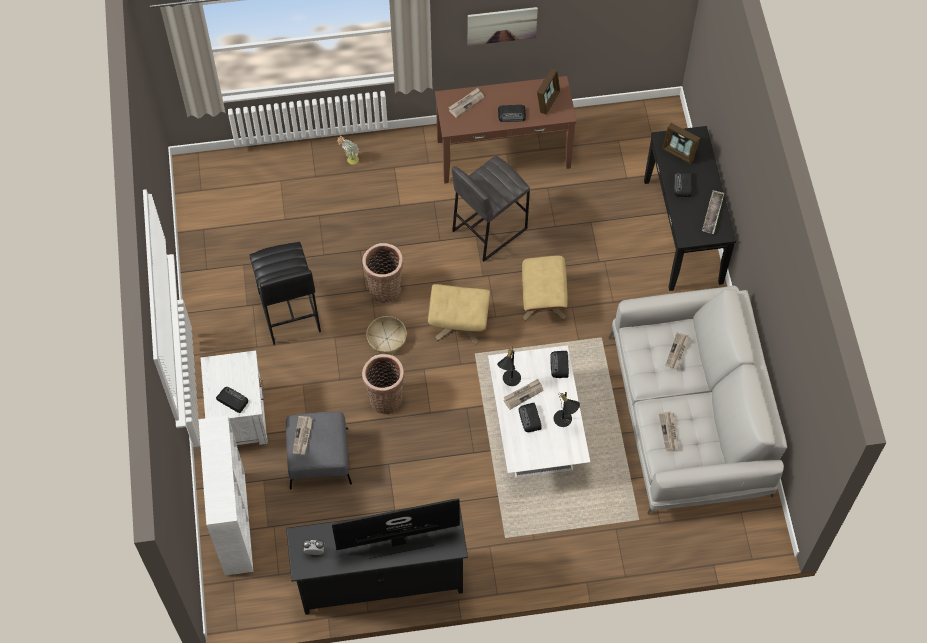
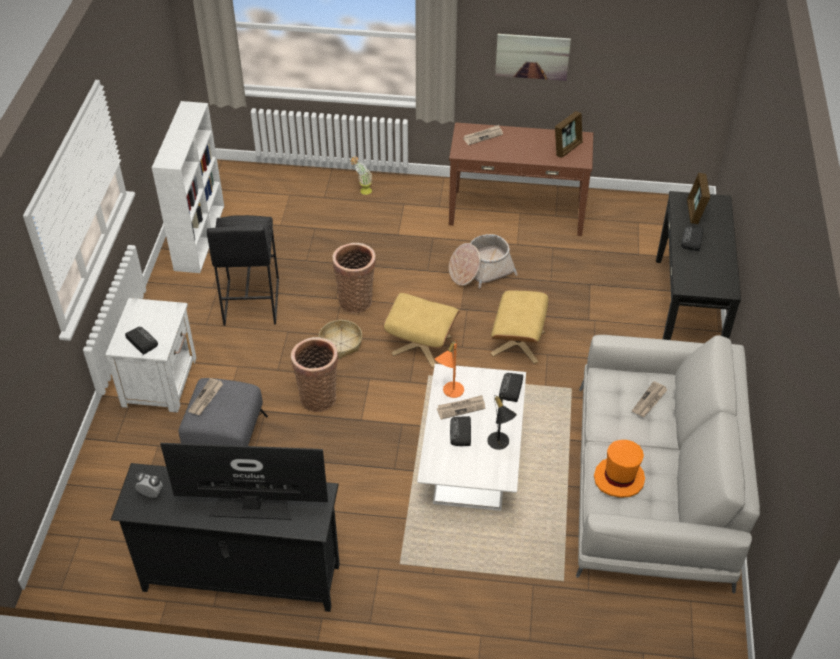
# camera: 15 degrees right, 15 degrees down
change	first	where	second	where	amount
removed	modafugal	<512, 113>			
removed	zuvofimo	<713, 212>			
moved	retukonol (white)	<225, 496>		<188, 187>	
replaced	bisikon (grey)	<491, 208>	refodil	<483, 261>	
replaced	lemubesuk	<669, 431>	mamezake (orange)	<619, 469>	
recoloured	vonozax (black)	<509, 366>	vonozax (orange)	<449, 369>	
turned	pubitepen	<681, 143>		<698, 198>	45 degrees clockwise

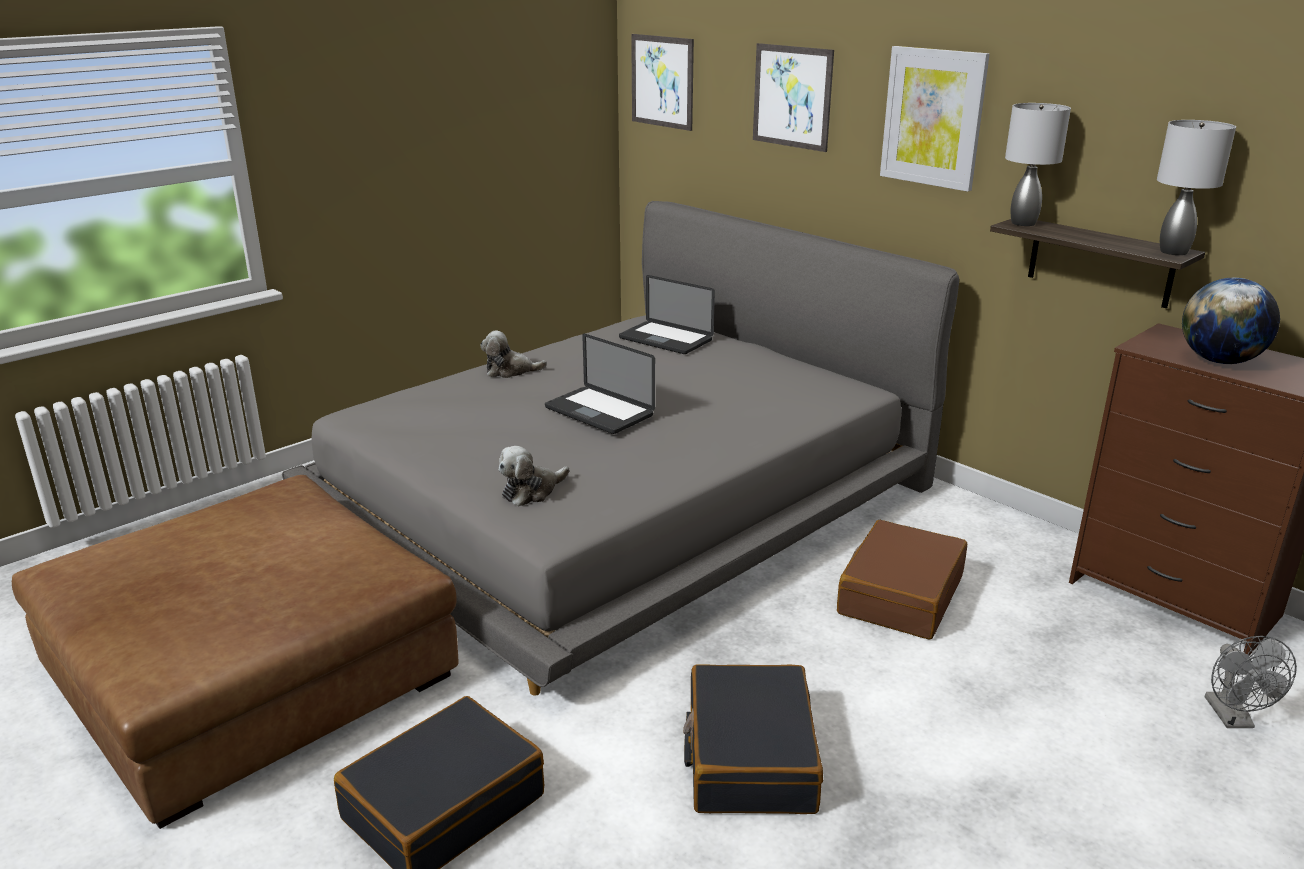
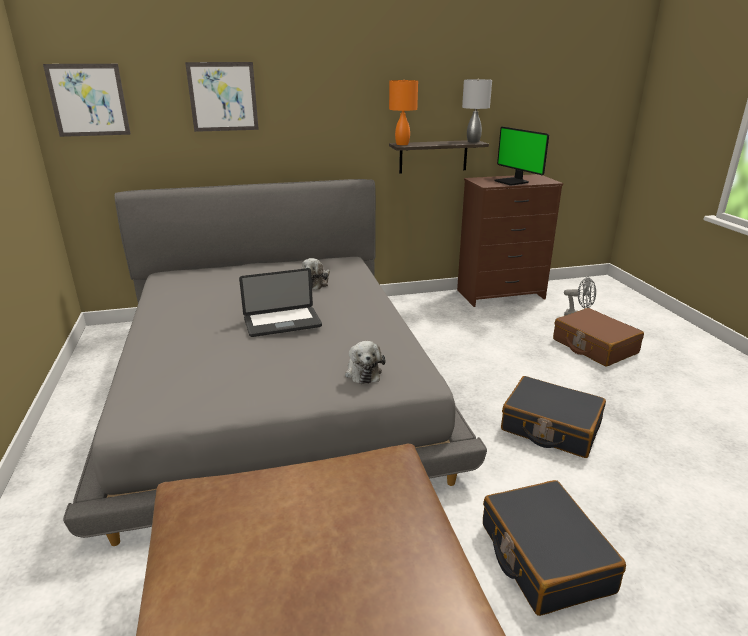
# camera: 60 degrees left, 0 degrees up
change	first	where	second	where	amount
removed	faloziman	<667, 314>			
removed	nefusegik	<935, 119>			
moved	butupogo	<513, 354>		<316, 274>	
moved	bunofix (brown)	<902, 580>		<598, 337>	
replaced	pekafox	<1231, 321>	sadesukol	<522, 156>	
recoloured	vonozax (grey)	<1038, 164>	vonozax (orange)	<403, 112>	

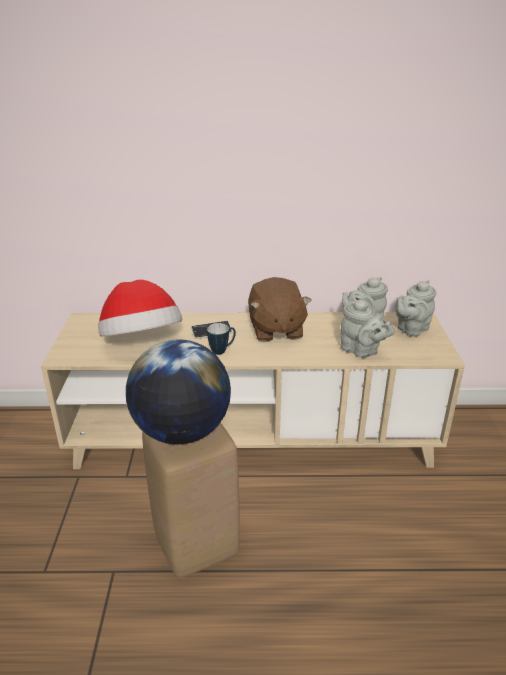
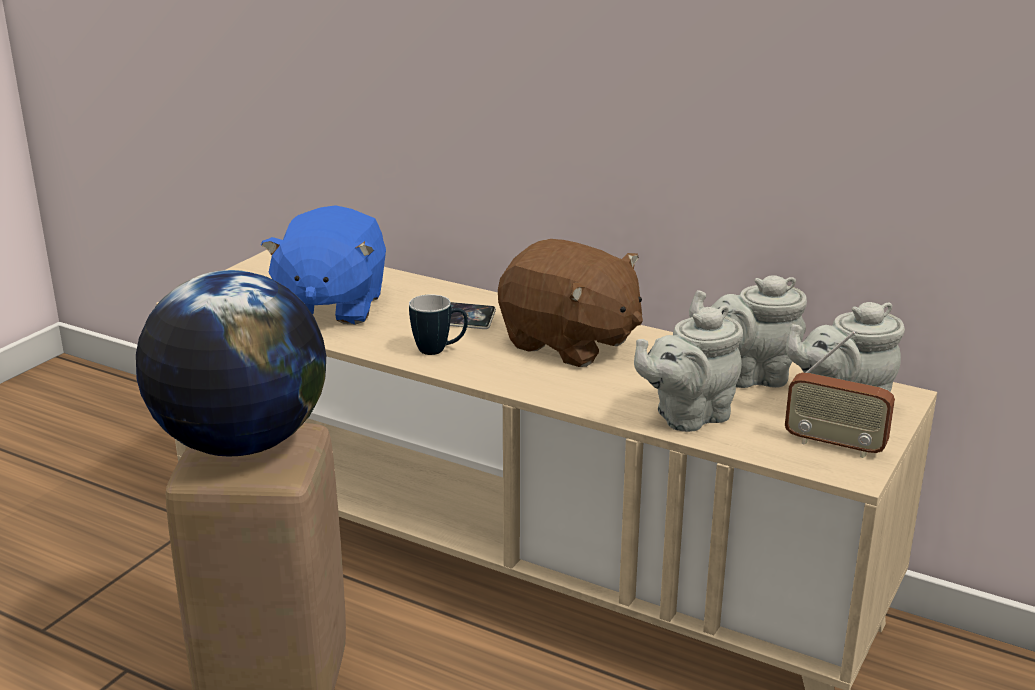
# camera: 30 degrees right, 5 degrees down
change	first	where	second	where	amount
added			modafugal	<840, 394>	
replaced	mamezake	<140, 308>	butupogo (blue)	<323, 265>	
turned	butupogo (brown)	<280, 309>		<570, 303>	75 degrees counterclockwise
turned	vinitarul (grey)	<367, 328>		<688, 368>	75 degrees clockwise

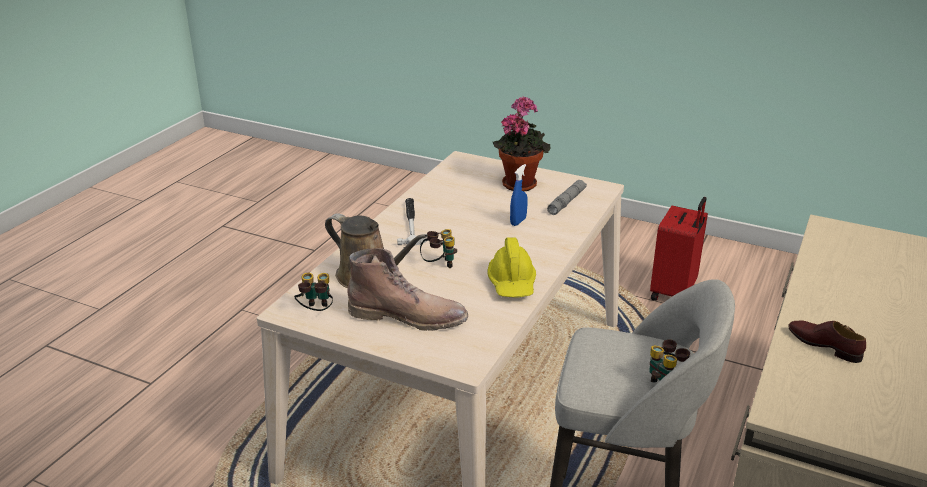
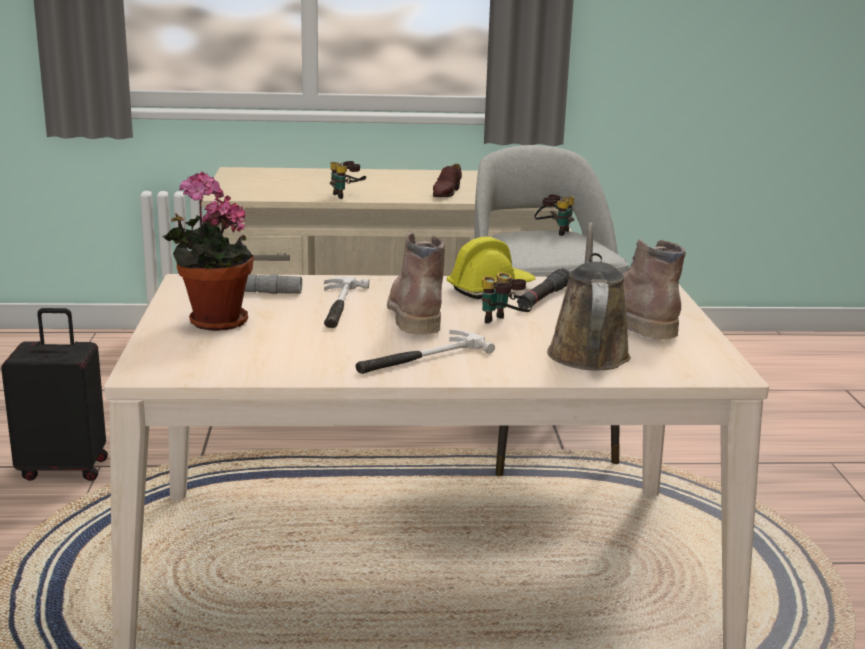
# camera: 120 degrees left, 10 degrees down
change	first	where	second	where	amount
added			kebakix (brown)	<416, 284>	
added			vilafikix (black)	<543, 288>	
moved	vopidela	<313, 292>		<348, 180>	
replaced	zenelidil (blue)	<519, 195>	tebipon	<346, 302>	
recoloured	bunofix (red)	<679, 249>	bunofix (black)	<54, 394>	

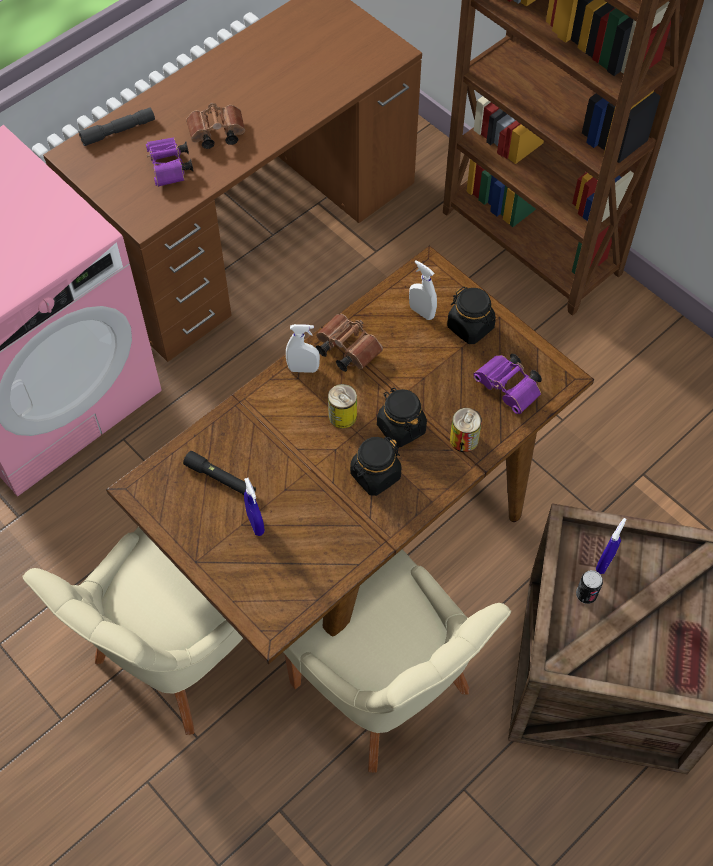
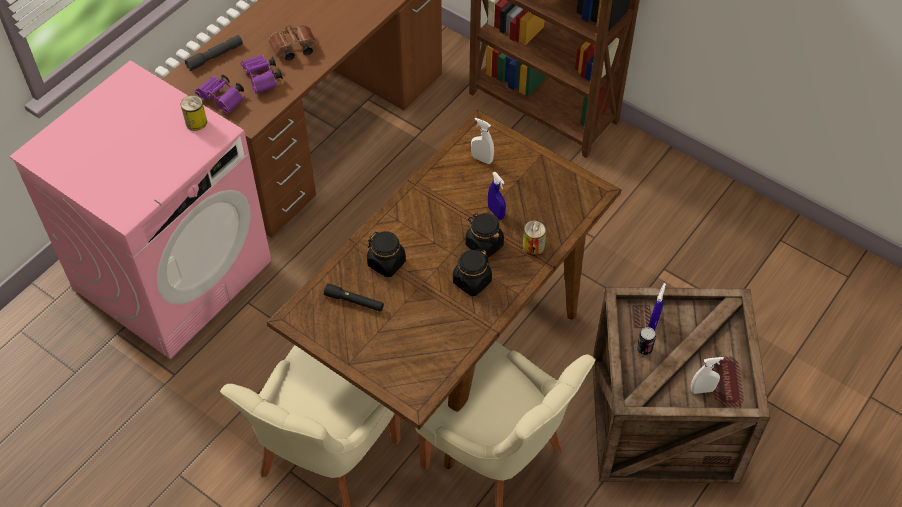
# camera: 10 degrees left, 5 degrees down
change	first	where	second	where	amount
removed	vopidela (brown)	<349, 343>			
moved	zenelidil (blue)	<254, 507>		<497, 196>	
moved	zenelidil (white)	<303, 348>		<707, 375>	
moved	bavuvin	<342, 406>		<194, 113>	
moved	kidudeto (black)	<471, 315>		<386, 254>	
moved	vopidela (purple)	<507, 384>		<219, 94>	

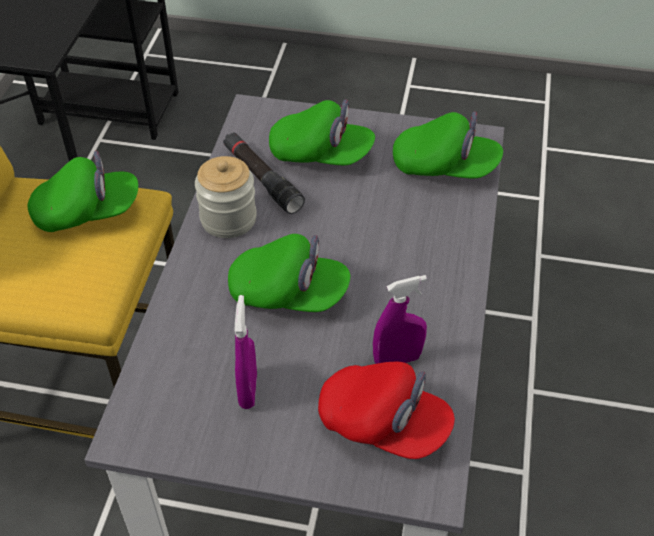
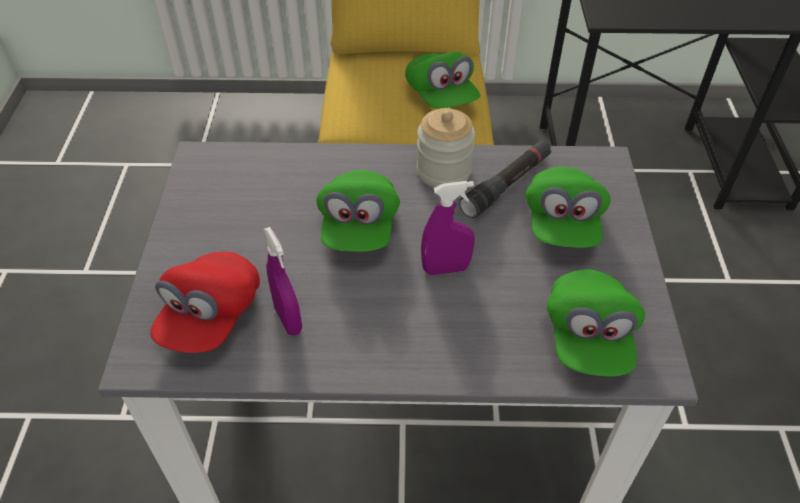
# camera: 80 degrees right, 0 degrees up
change	first	where	second	where	amount
moved	zenelidil (purple)	<246, 352>		<448, 228>	

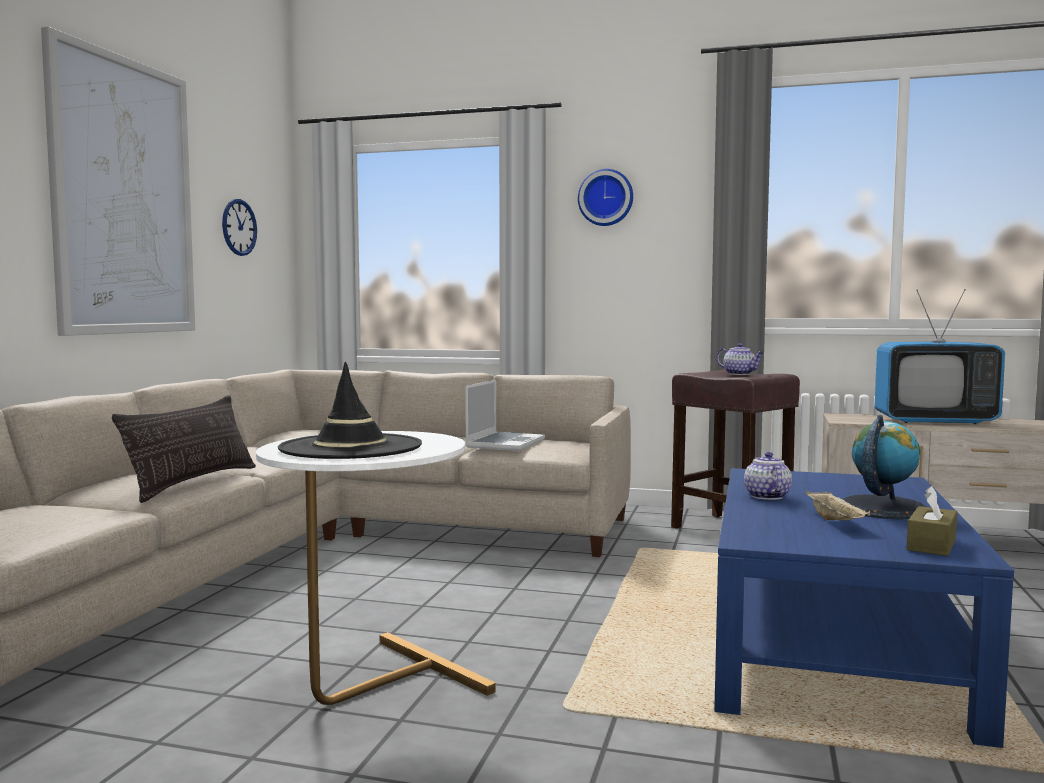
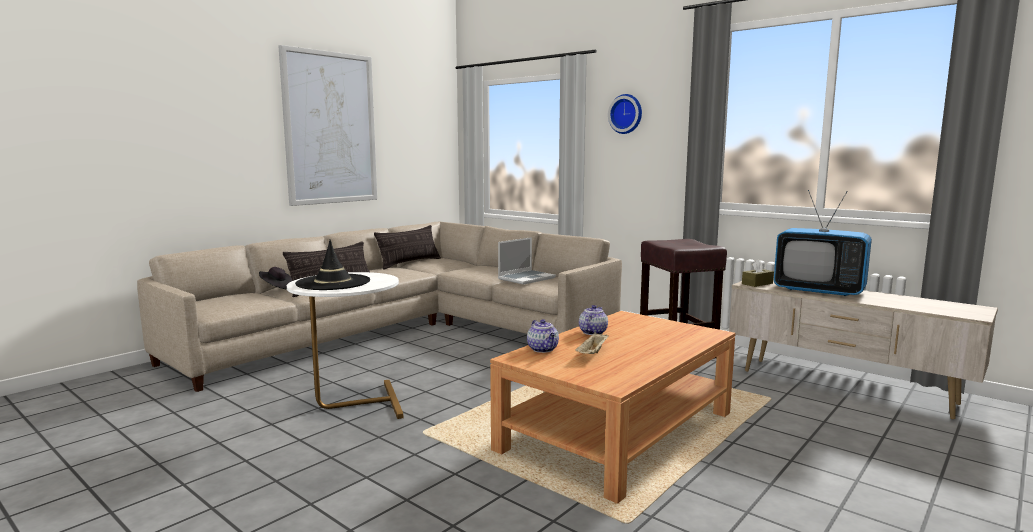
# camera: 25 degrees right, 5 degrees up
change	first	where	second	where	amount
removed	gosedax	<239, 227>			
removed	pekafox	<885, 467>			
added			mamezake (black)	<275, 278>	
added			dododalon	<407, 247>	
moved	vinitarul	<740, 359>		<543, 336>	
moved	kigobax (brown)	<932, 521>		<758, 273>	
recoloured	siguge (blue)	<864, 608>	siguge (brown)	<613, 407>	

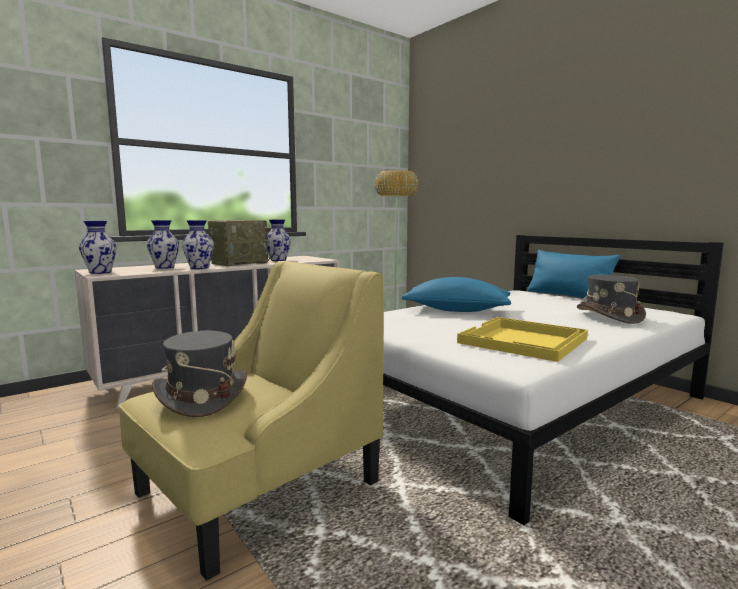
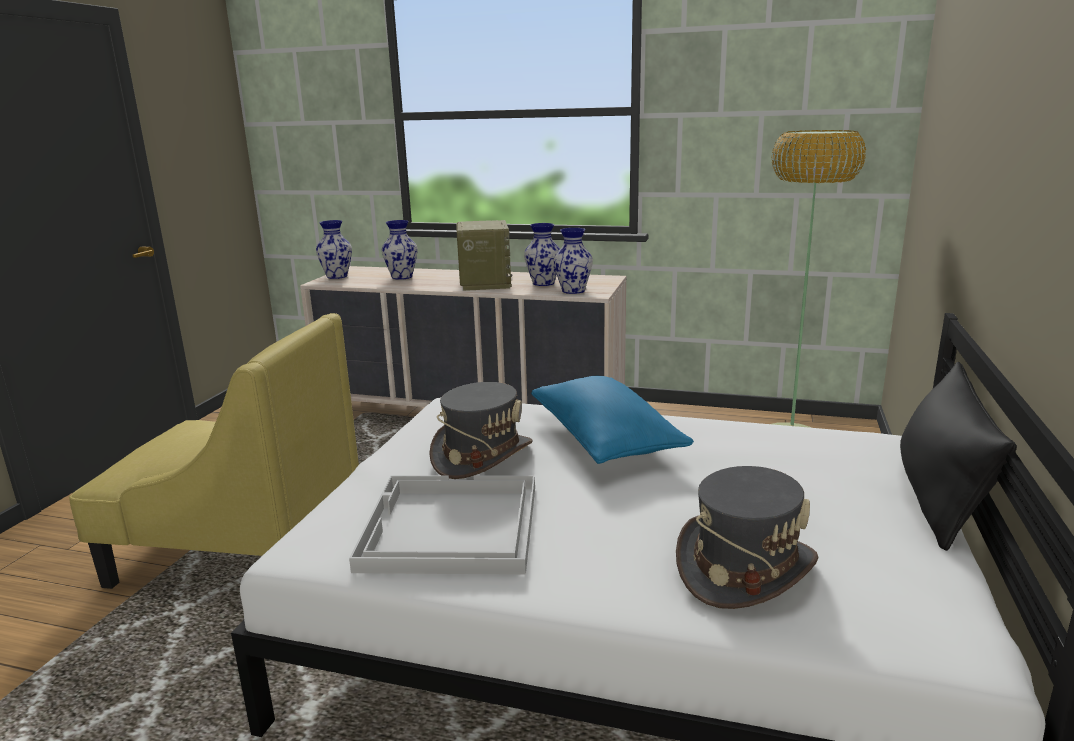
# camera: 55 degrees right, 10 degrees up
change	first	where	second	where	amount
moved	mamezake (grey)	<199, 374>		<481, 430>	
moved	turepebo	<198, 244>		<573, 261>	
recoloured	zuvofimo (yellow)	<522, 339>	zuvofimo (white)	<442, 525>	
recoloured	dododalon (blue)	<574, 274>	dododalon (black)	<958, 456>	
turned	modafugal	<239, 243>		<484, 255>	105 degrees counterclockwise

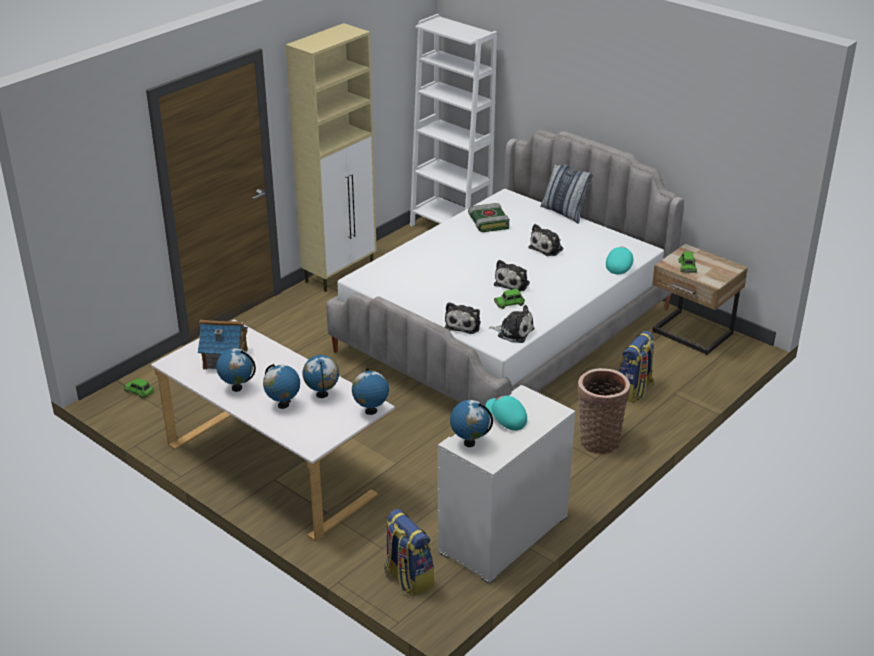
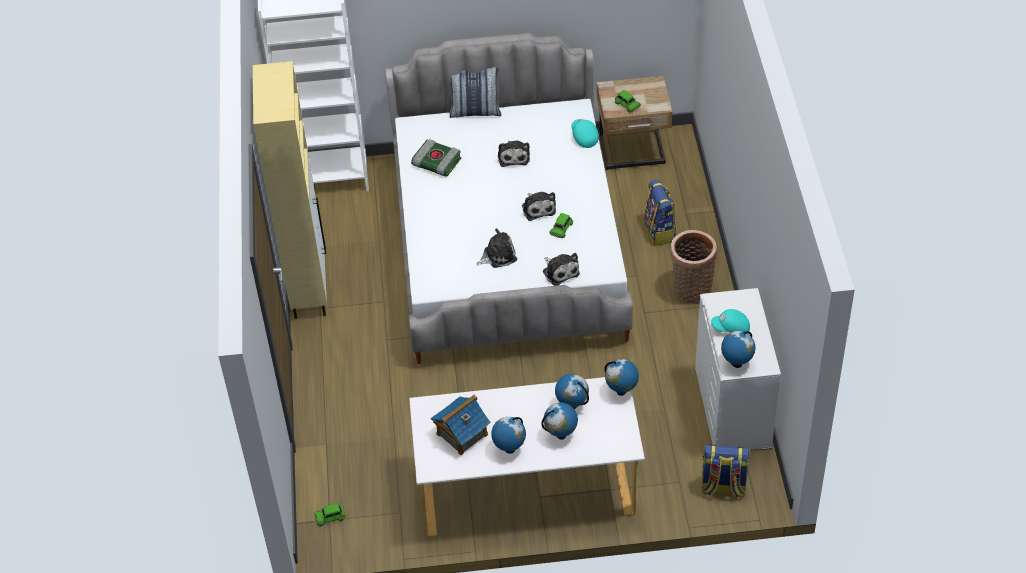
# camera: 45 degrees left, 15 degrees up
change	first	where	second	where	amount
moved	butupogo	<511, 324>		<497, 248>	

